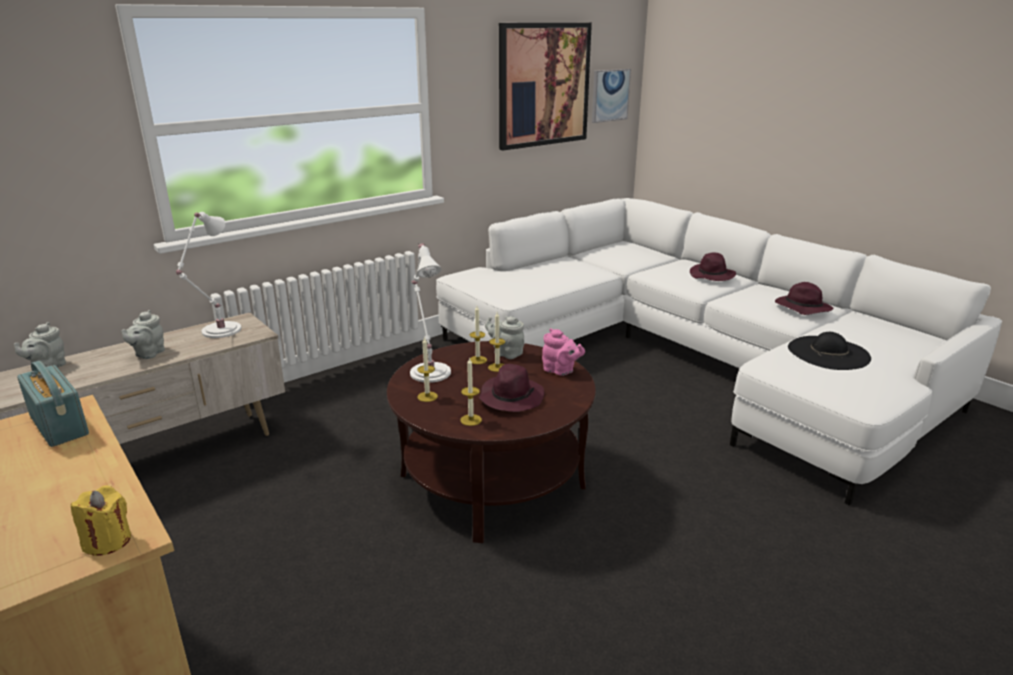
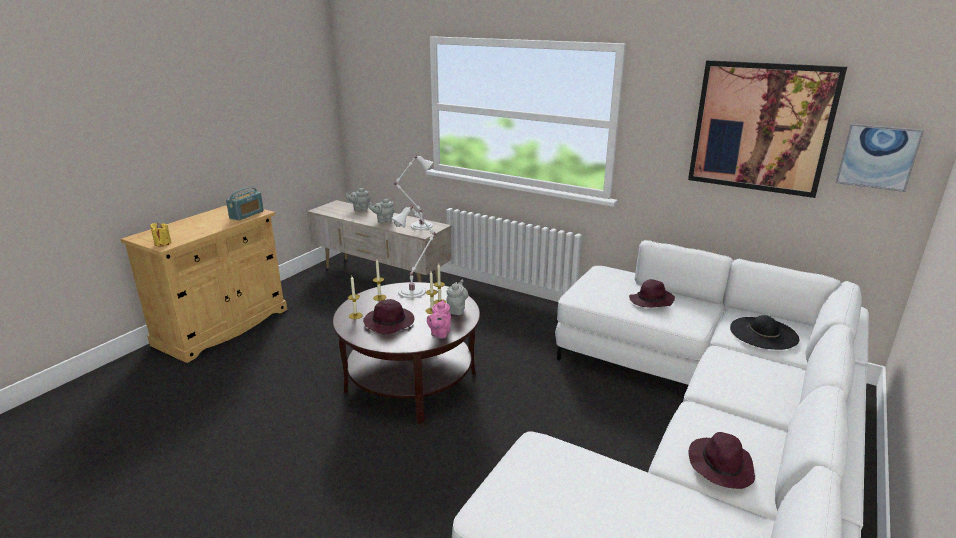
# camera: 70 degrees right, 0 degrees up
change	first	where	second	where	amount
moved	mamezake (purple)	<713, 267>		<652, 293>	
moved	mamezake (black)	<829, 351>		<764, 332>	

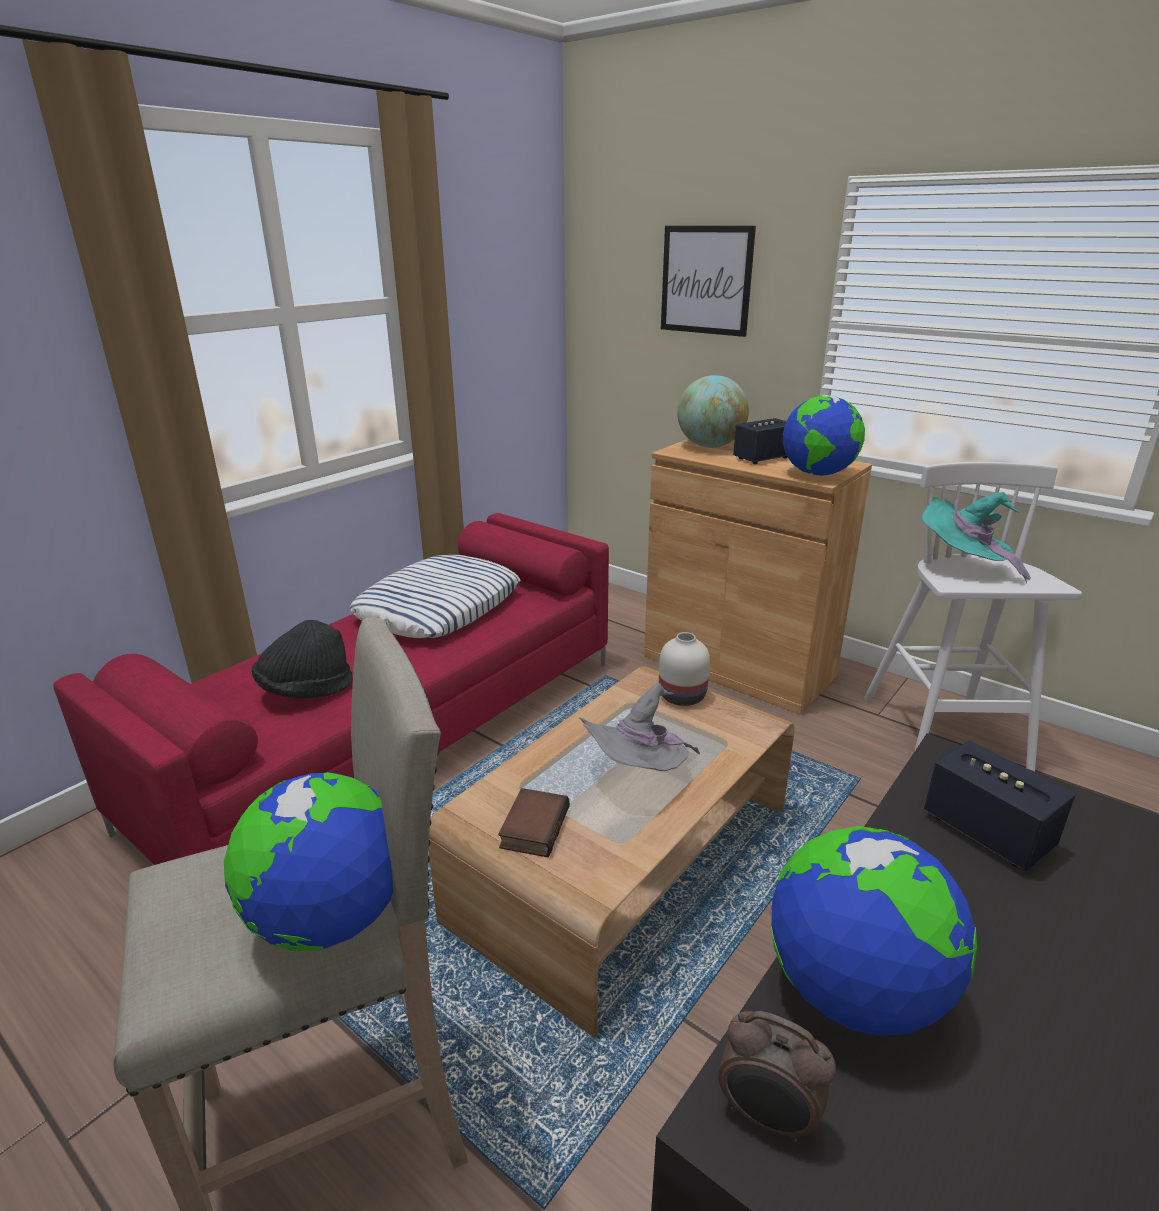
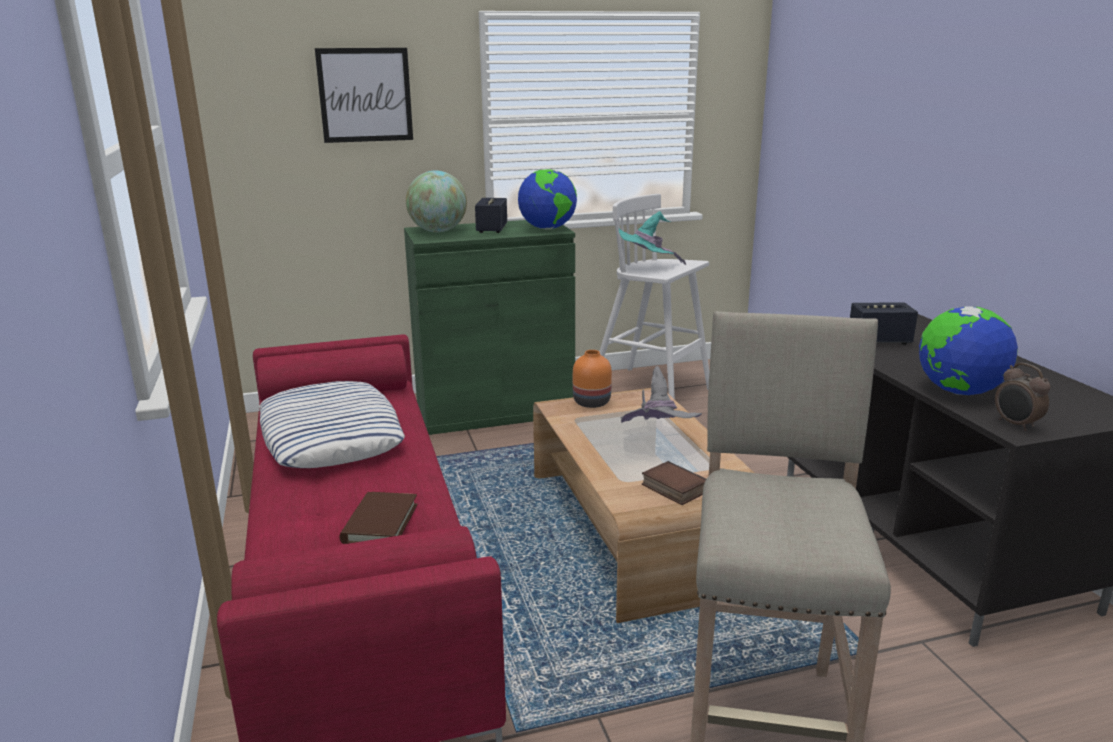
# camera: 55 degrees left, 5 degrees down
change	first	where	second	where	amount
removed	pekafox	<308, 862>			
replaced	mamezake (black)	<302, 659>	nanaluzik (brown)	<379, 518>	
recoloured	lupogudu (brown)	<758, 577>	lupogudu (green)	<489, 327>	
recoloured	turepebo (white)	<684, 669>	turepebo (orange)	<592, 379>	
turned	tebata	<777, 1077>		<1023, 397>	90 degrees clockwise

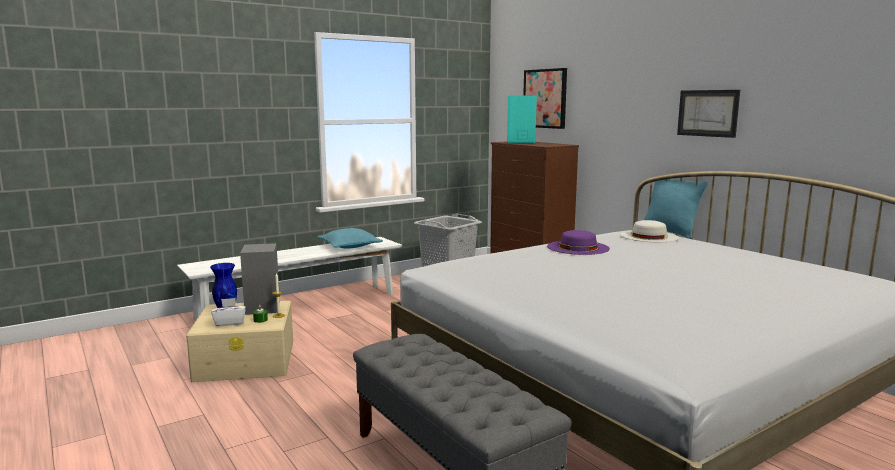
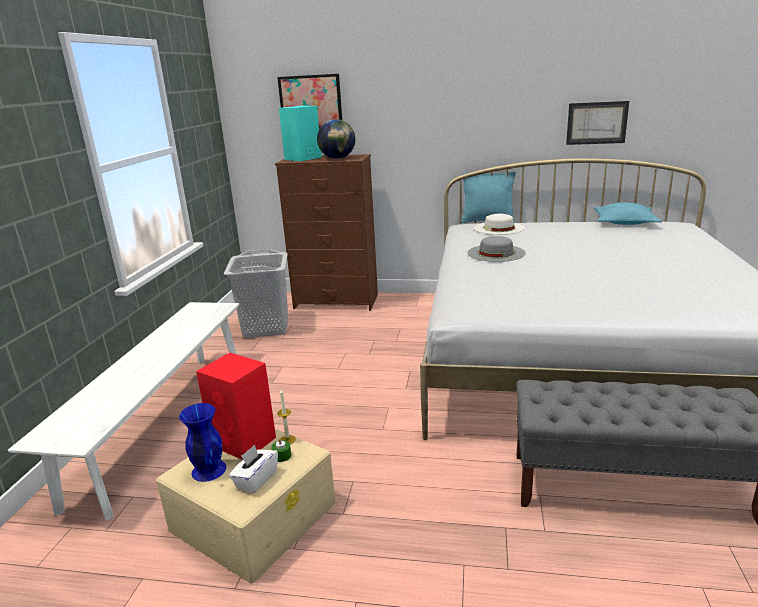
# camera: 45 degrees left, 10 degrees up
change	first	where	second	where	amount
added			pekafox	<336, 139>	
moved	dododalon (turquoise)	<350, 238>		<628, 213>	
moved	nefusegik	<708, 114>		<597, 123>	
recoloured	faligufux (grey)	<260, 279>	faligufux (red)	<236, 406>	
recoloured	mamezake (purple)	<578, 242>	mamezake (grey)	<496, 249>	

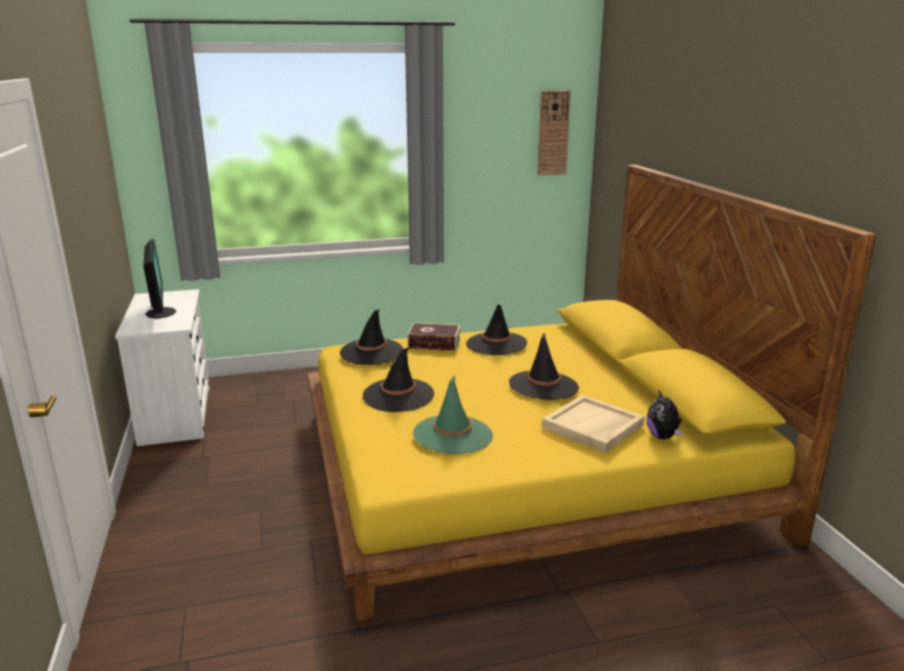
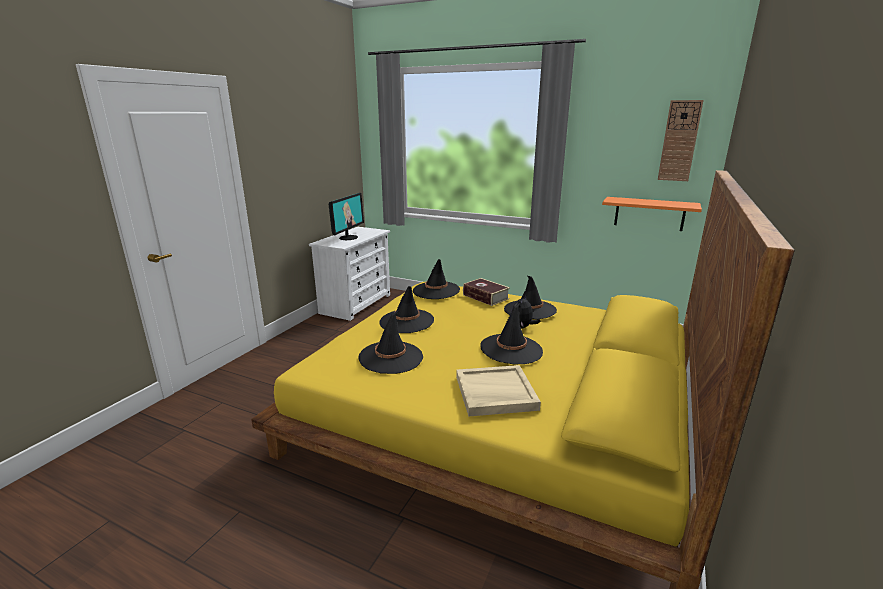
# camera: 40 degrees right, 0 degrees up
change	first	where	second	where	amount
added			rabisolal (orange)	<652, 214>	
moved	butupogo	<664, 415>		<525, 312>	
recoloured	mamezake (green)	<453, 414>	mamezake (black)	<390, 342>	

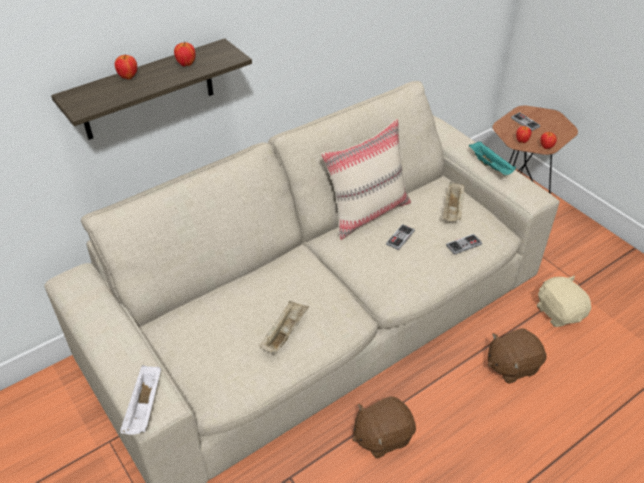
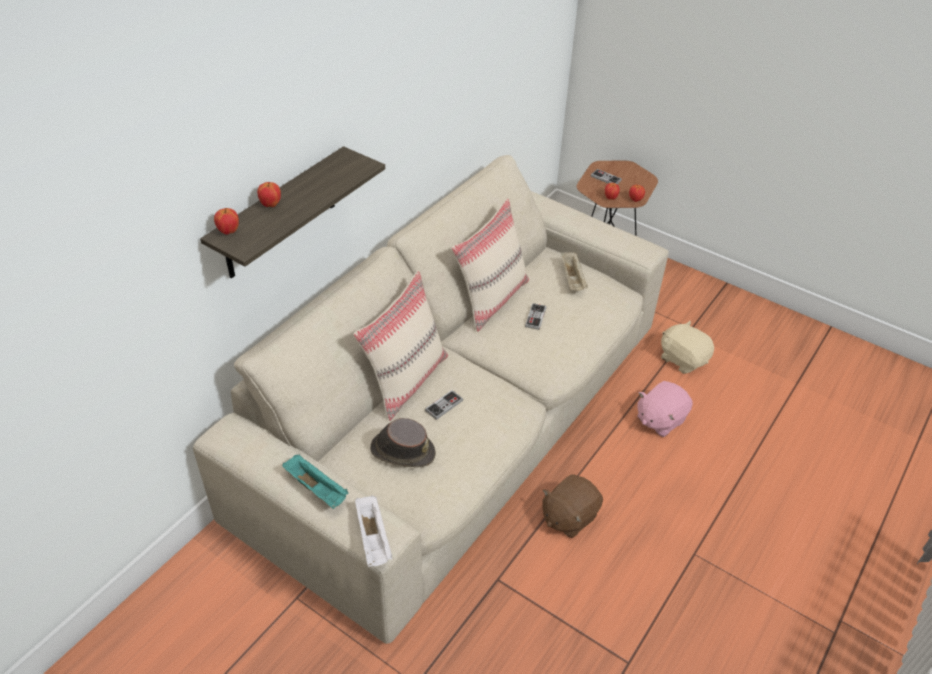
# camera: 20 degrees left, 0 degrees up
change	first	where	second	where	amount
removed	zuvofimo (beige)	<284, 327>			
added			dododalon (beige)	<400, 346>	
added			mamezake (brown)	<403, 443>	
moved	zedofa	<184, 54>		<226, 221>	
moved	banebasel	<464, 244>		<444, 405>	
moved	zuvofimo (turquoise)	<492, 158>		<315, 481>	
recoloured	butupogo (brown)	<517, 356>	butupogo (pink)	<665, 409>	

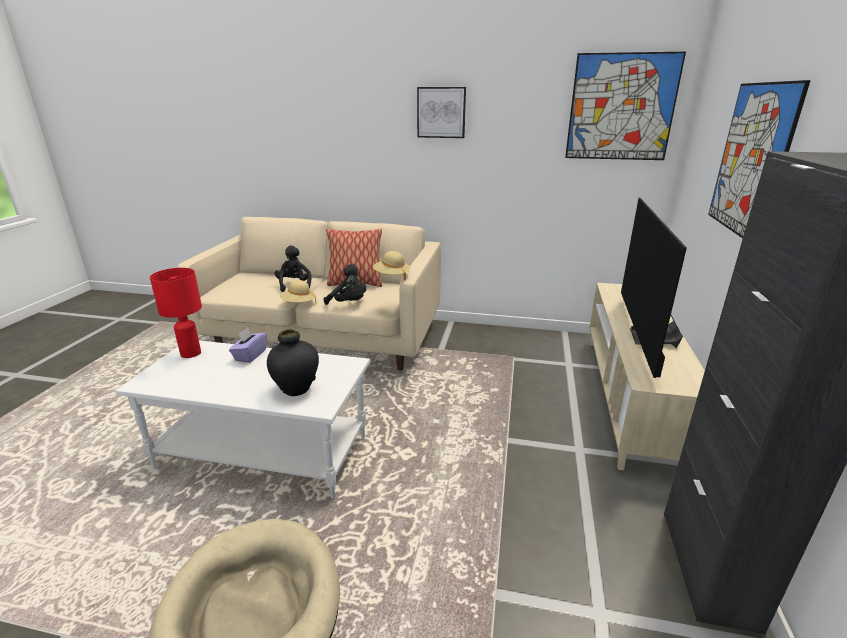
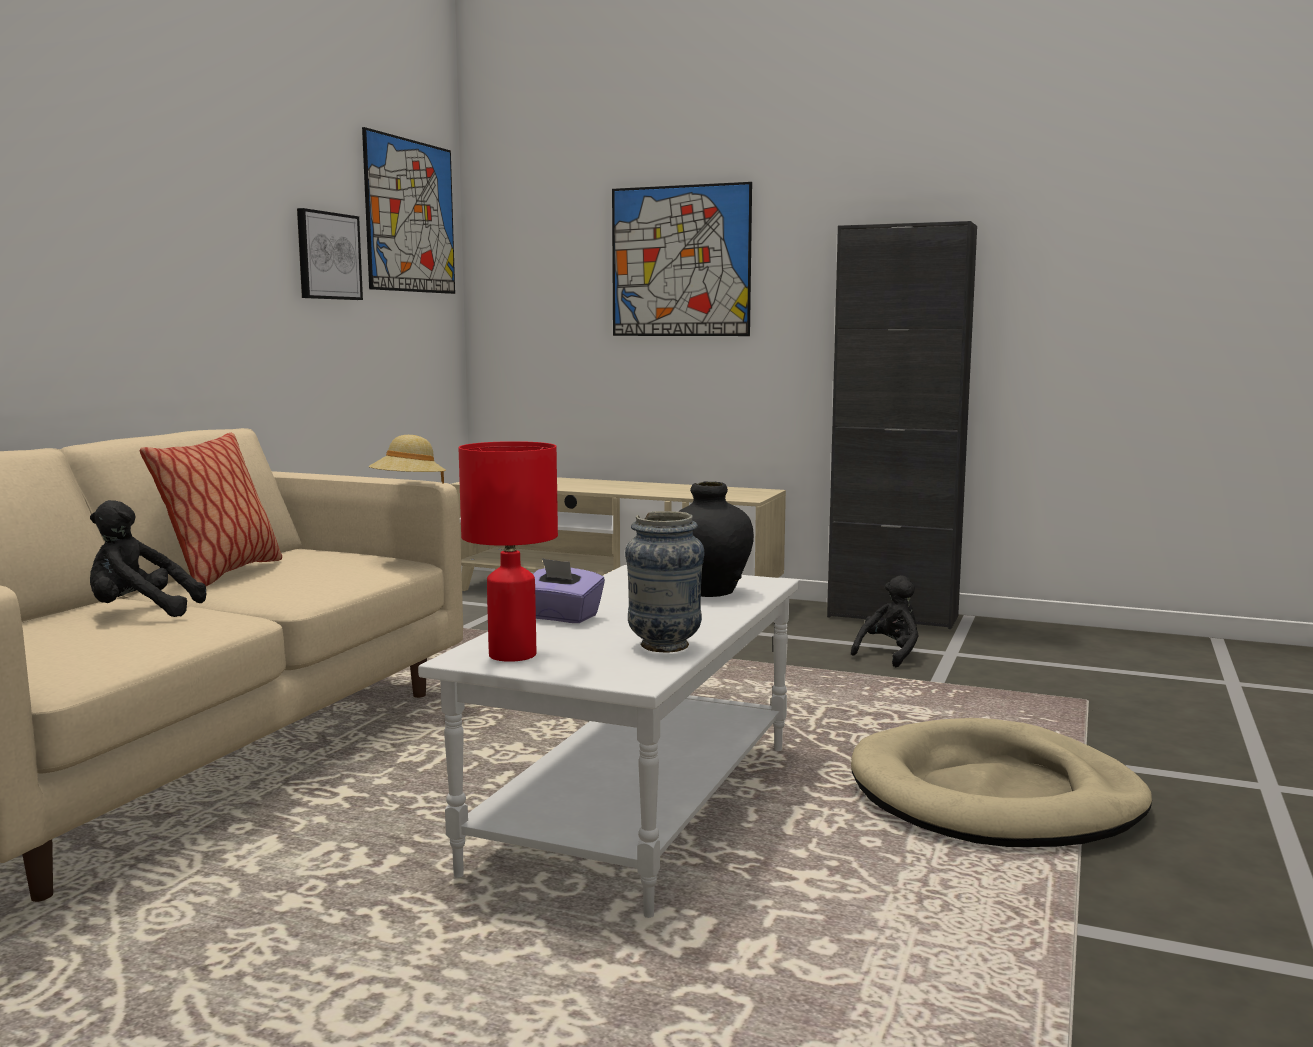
# camera: 80 degrees left, 15 degrees down
change	first	where	second	where	amount
removed	mamezake (beige)	<298, 291>			
removed	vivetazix	<654, 288>			
added			turepebo	<665, 581>	
moved	butupogo (black)	<345, 284>		<885, 621>	
moved	nefusegik	<441, 112>		<330, 254>	

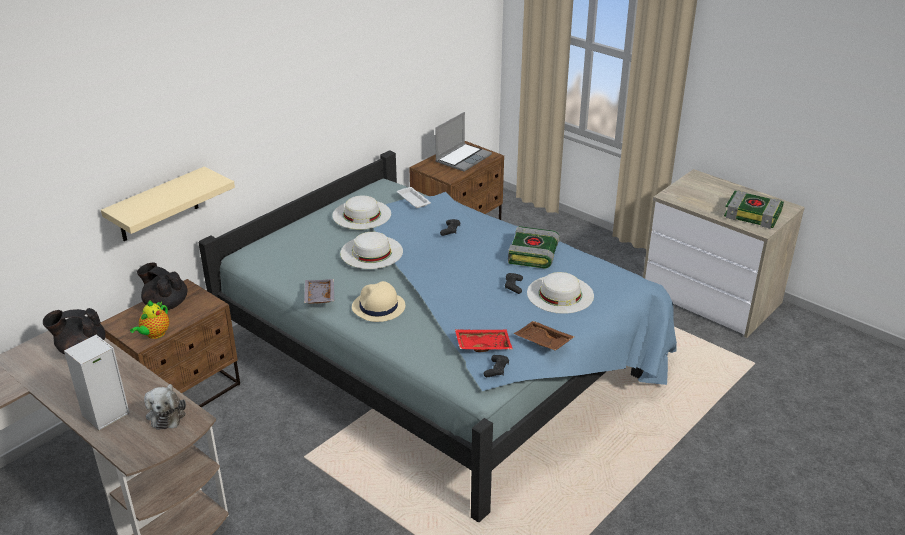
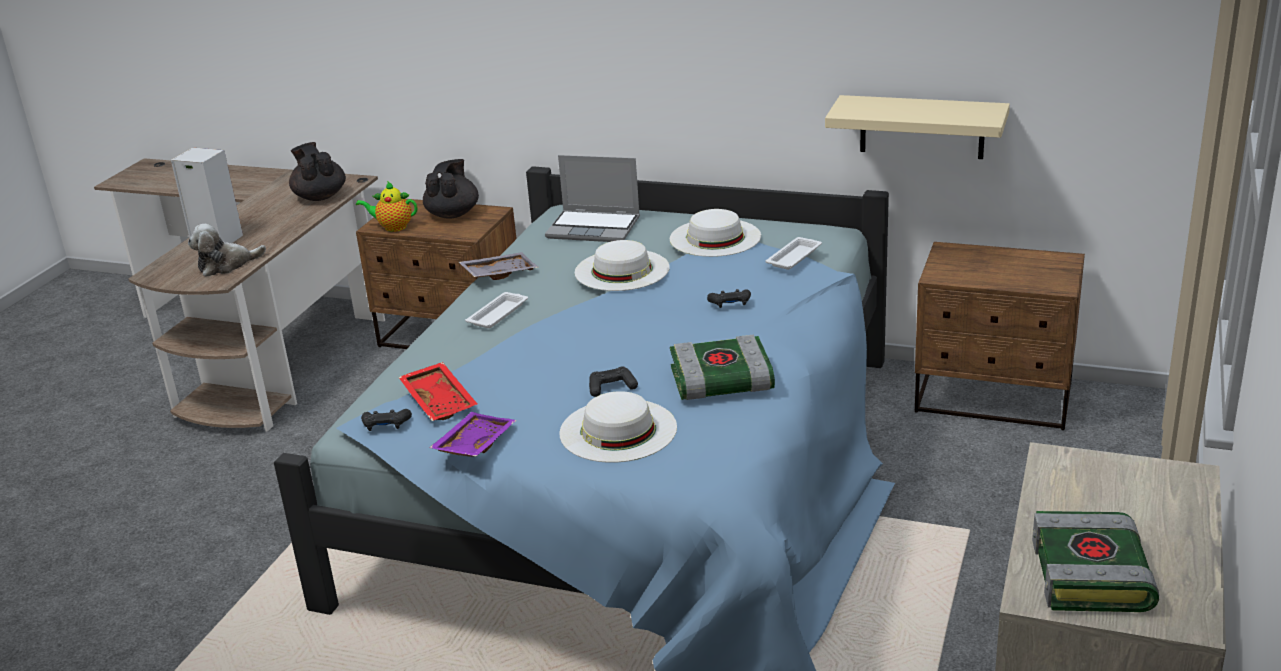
# camera: 70 degrees right, 5 degrees down
change	first	where	second	where	amount
moved	rabisolal (beige)	<168, 203>		<917, 127>	
moved	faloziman	<463, 141>		<592, 198>	
replaced	mamezake (beige)	<378, 301>	zuvofimo (white)	<496, 310>	
recoloured	zuvofimo (brown)	<543, 336>	zuvofimo (purple)	<473, 434>	

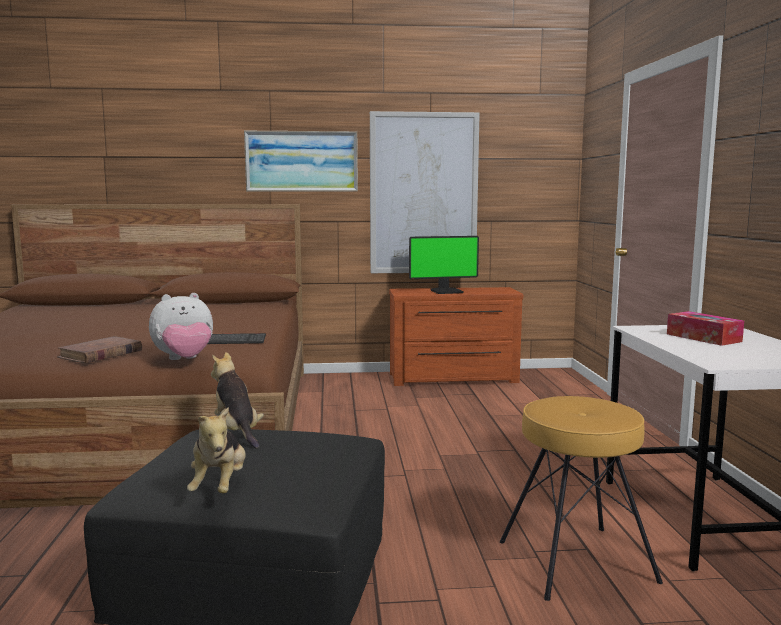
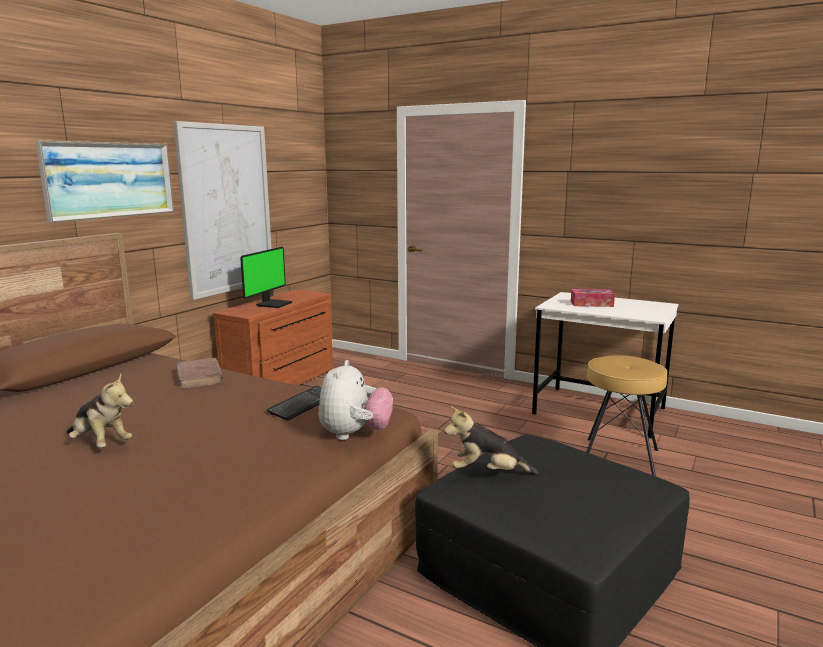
# camera: 55 degrees left, 5 degrees up
change	first	where	second	where	amount
moved	nanaluzik (brown)	<99, 349>		<200, 373>	
moved	butupogo	<216, 450>		<100, 411>	

